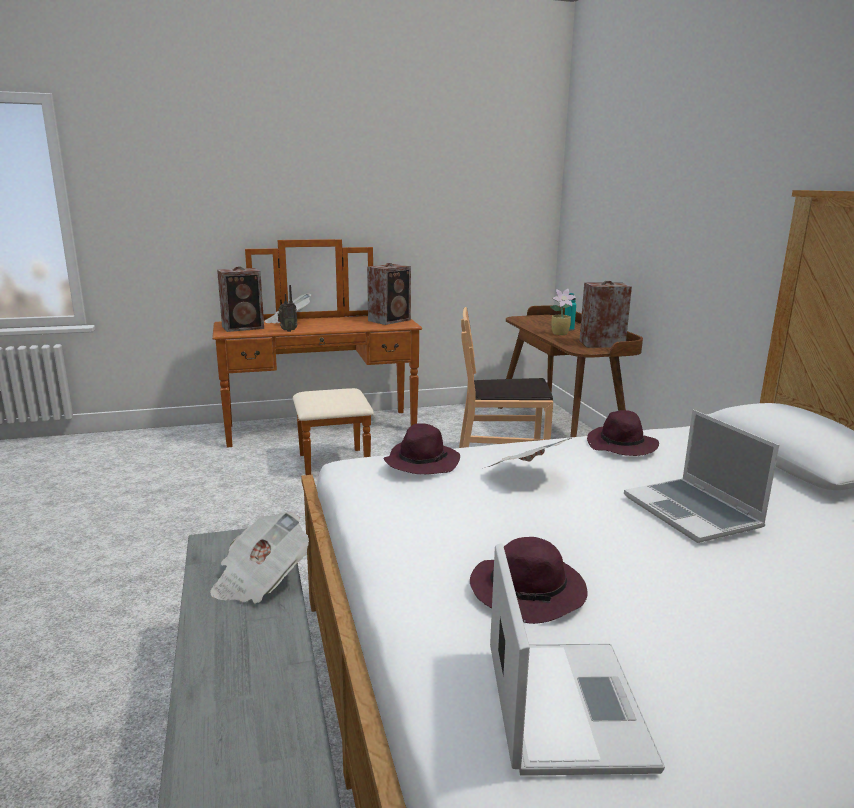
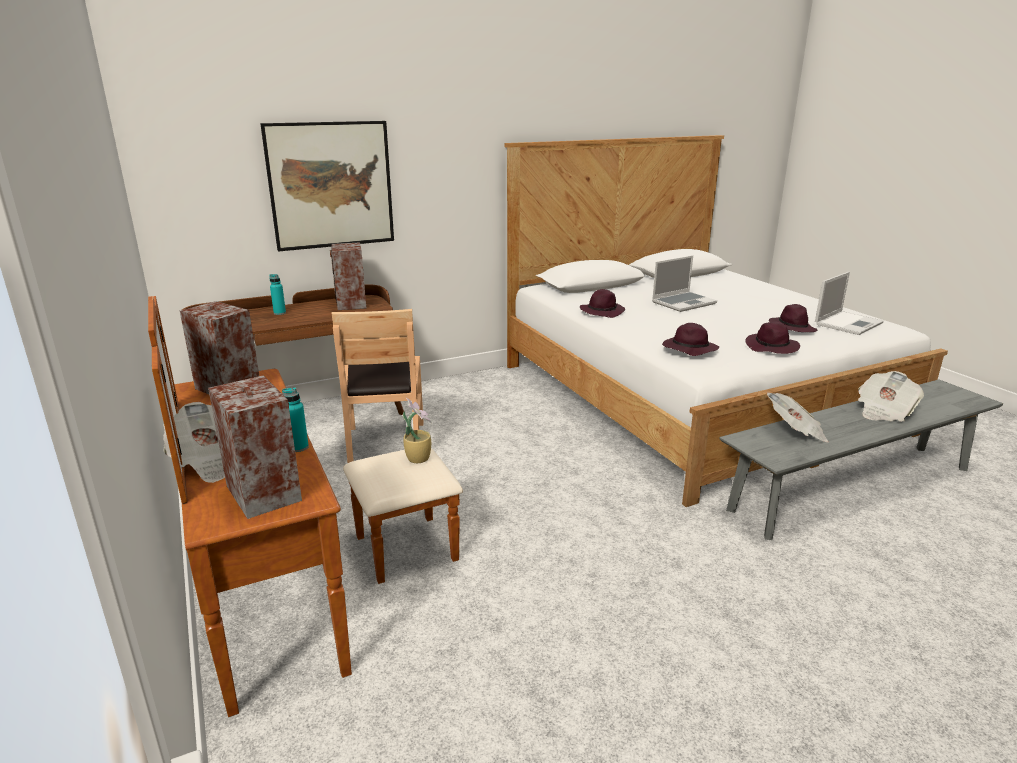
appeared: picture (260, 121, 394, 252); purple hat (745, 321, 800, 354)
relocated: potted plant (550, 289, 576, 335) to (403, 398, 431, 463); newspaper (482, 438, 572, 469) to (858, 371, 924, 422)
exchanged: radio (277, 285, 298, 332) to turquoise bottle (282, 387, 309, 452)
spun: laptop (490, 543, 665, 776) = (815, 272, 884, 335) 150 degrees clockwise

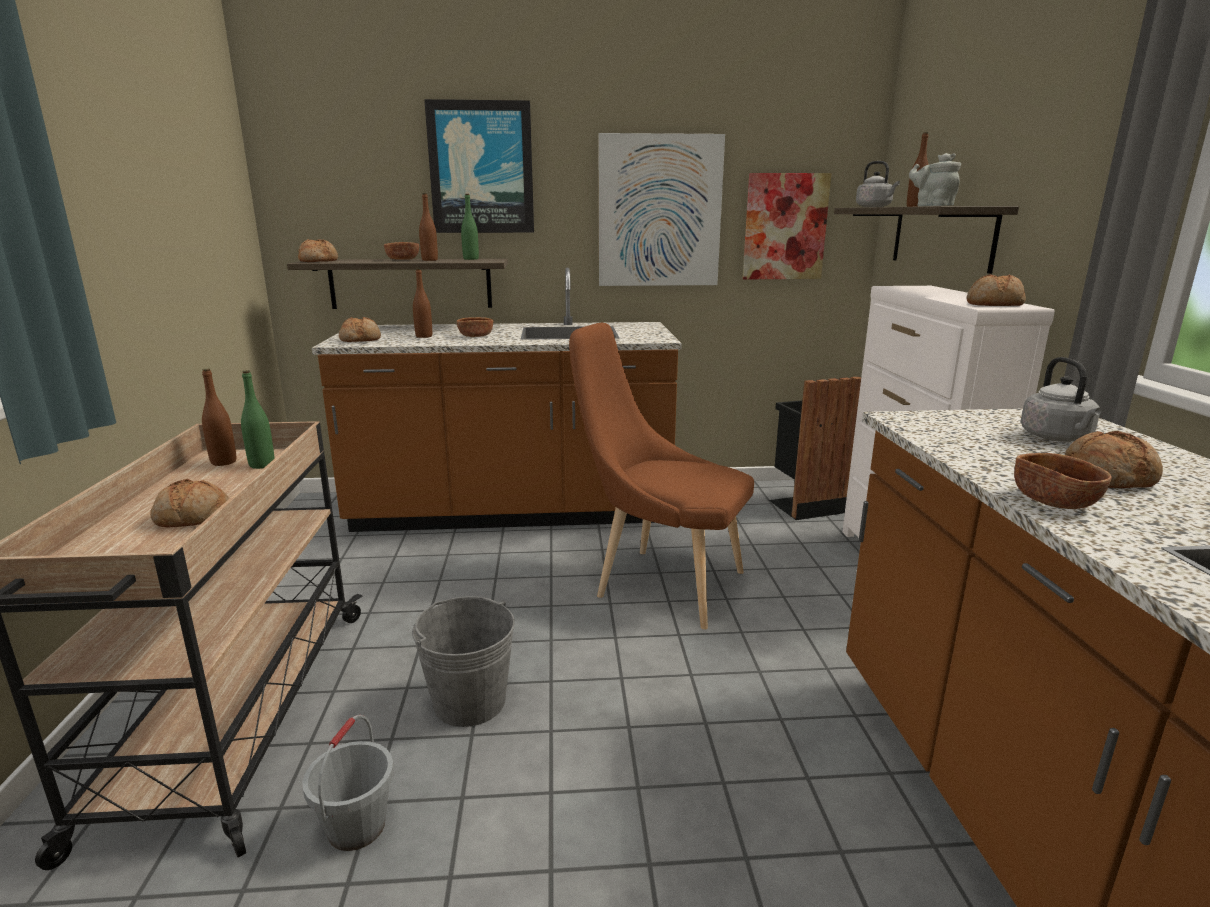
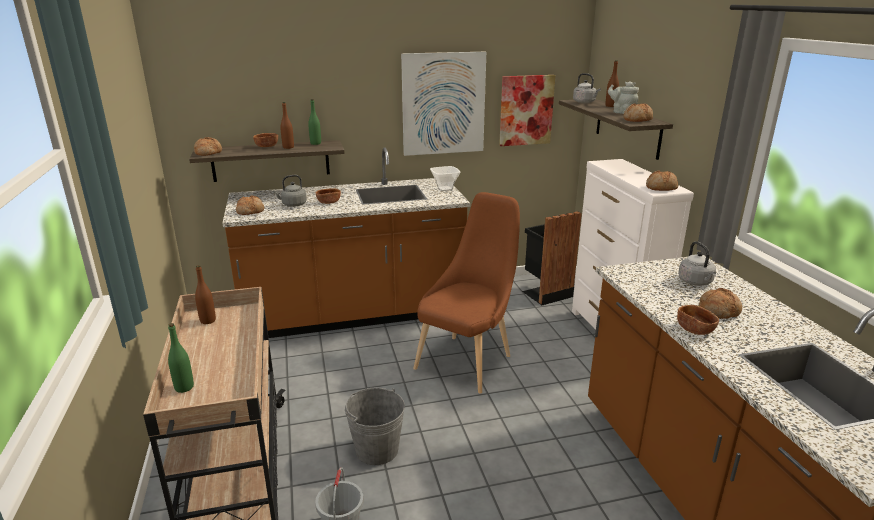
missing: picture (424, 99, 534, 233)
appeared: bowl (430, 166, 460, 191)
relocated: green bottle (241, 370, 275, 469) to (168, 323, 194, 393); bread (150, 479, 230, 527) to (623, 103, 653, 122)
exchanged: brown bottle (413, 269, 432, 338) to grey kettle (273, 175, 307, 207)
spun: brown chair (569, 323, 754, 630) = (413, 192, 520, 394) 105 degrees clockwise

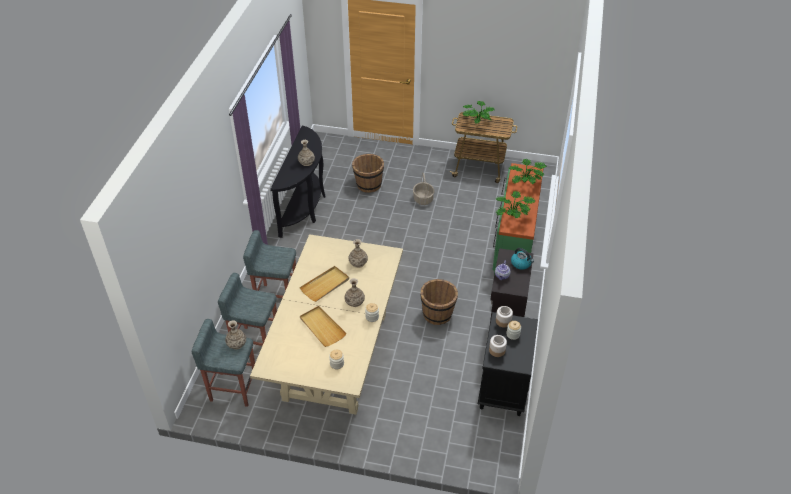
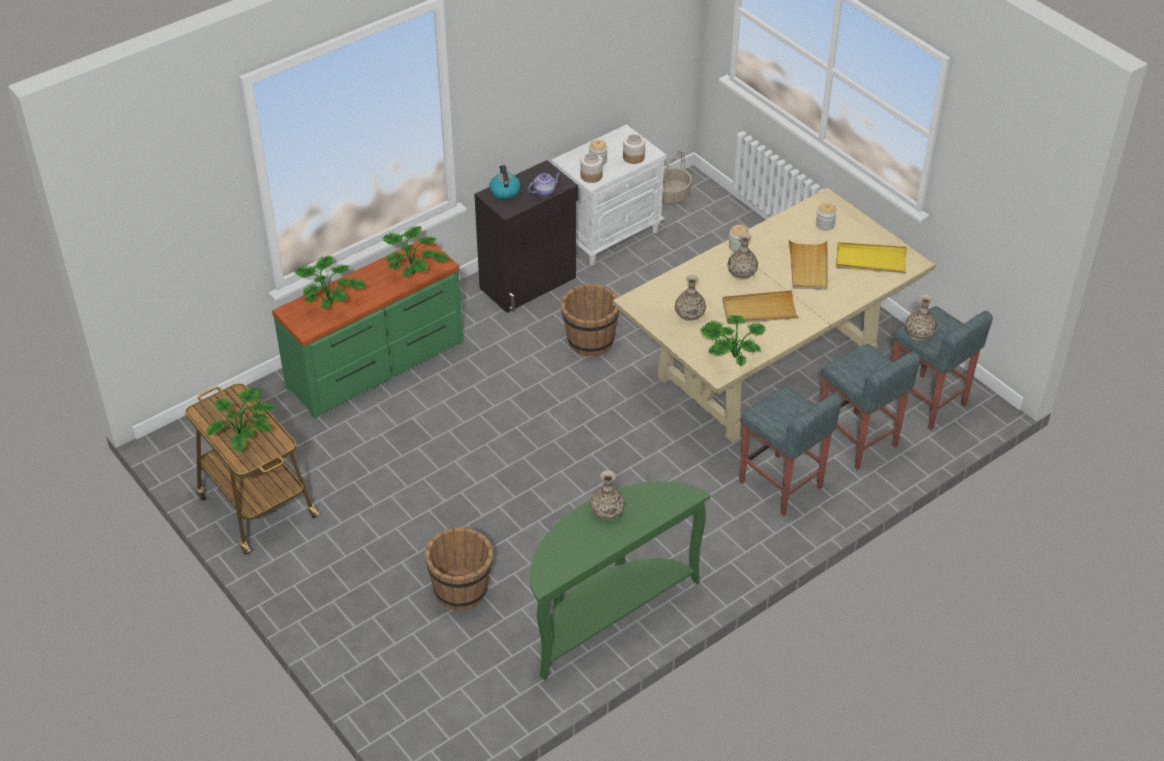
appeared: potted plant (700, 315, 767, 366); yellow tray (836, 242, 907, 273)
relocated: basket (413, 172, 434, 205) to (662, 151, 692, 205)
colour: black console table (270, 126, 325, 238) to green console table (530, 481, 711, 681); black nightstand (478, 312, 538, 416) to white nightstand (552, 124, 666, 265)

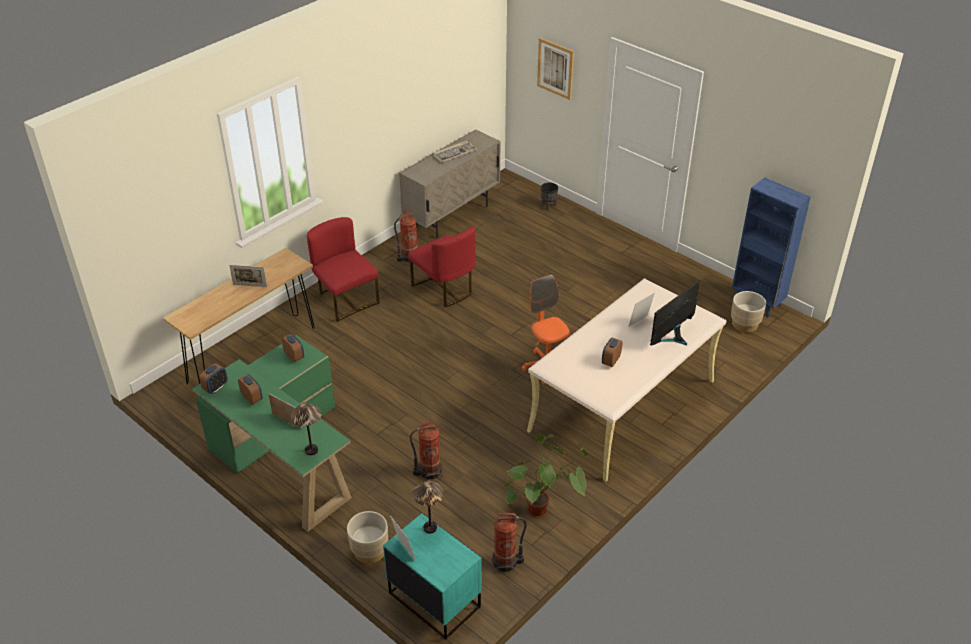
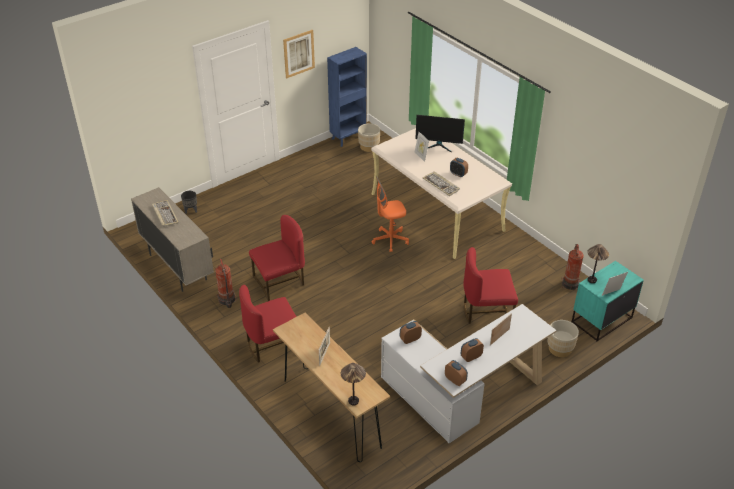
missing: potted plant (505, 434, 588, 518)
appeared: keyboard (423, 171, 460, 196)
relocated: picture (537, 38, 574, 100) to (283, 30, 315, 78); table lamp (291, 402, 321, 455) to (341, 363, 366, 406)
exchanged: fire extinguisher (410, 421, 442, 480) to red chair (463, 247, 518, 324)
colour: green desk (192, 335, 351, 532) to white desk (381, 304, 557, 443)
spun: monitor (650, 281, 700, 346) = (415, 115, 465, 153) 45 degrees counterclockwise

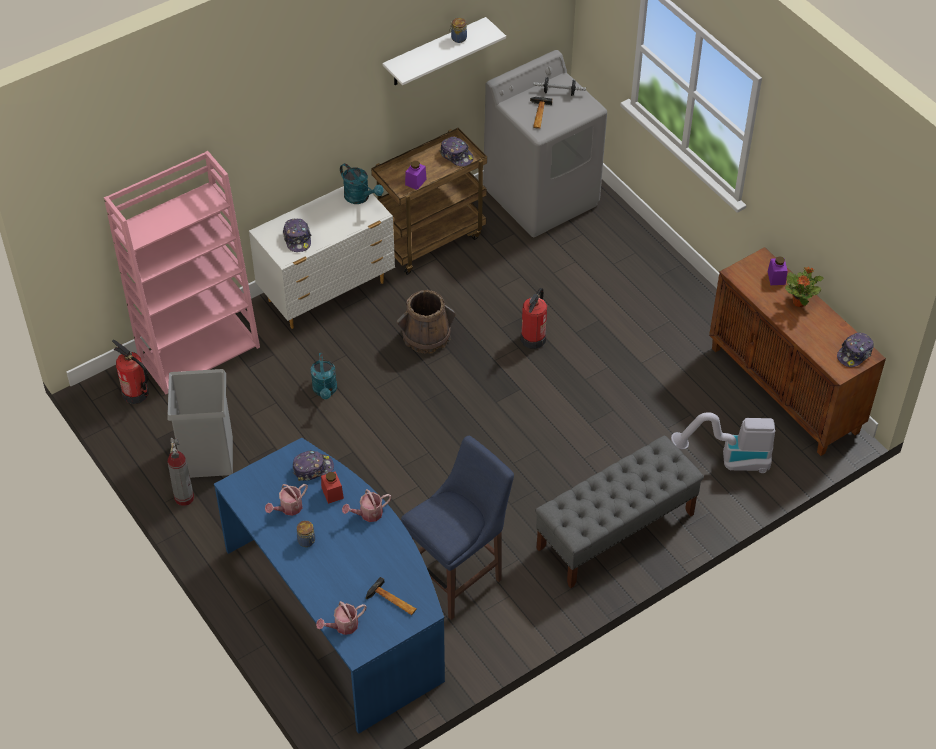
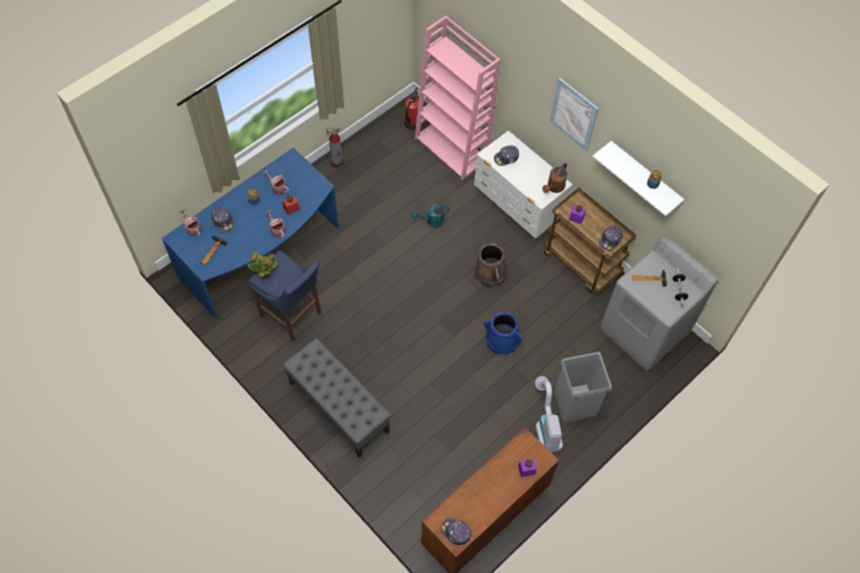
appeared: picture (550, 77, 599, 151)
relocated: cap (293, 450, 334, 481) to (211, 207, 234, 233); potted plant (785, 267, 823, 307) to (248, 252, 278, 277); vacuum cleaner (671, 412, 775, 473) to (535, 376, 563, 452); grey trash can (167, 369, 233, 478) to (554, 352, 612, 423)
exchanged: fire extinguisher (521, 288, 547, 349) to blue bucket (483, 312, 523, 355)
colour: turquoise watering can (340, 163, 384, 204) to brown watering can (542, 163, 567, 193)

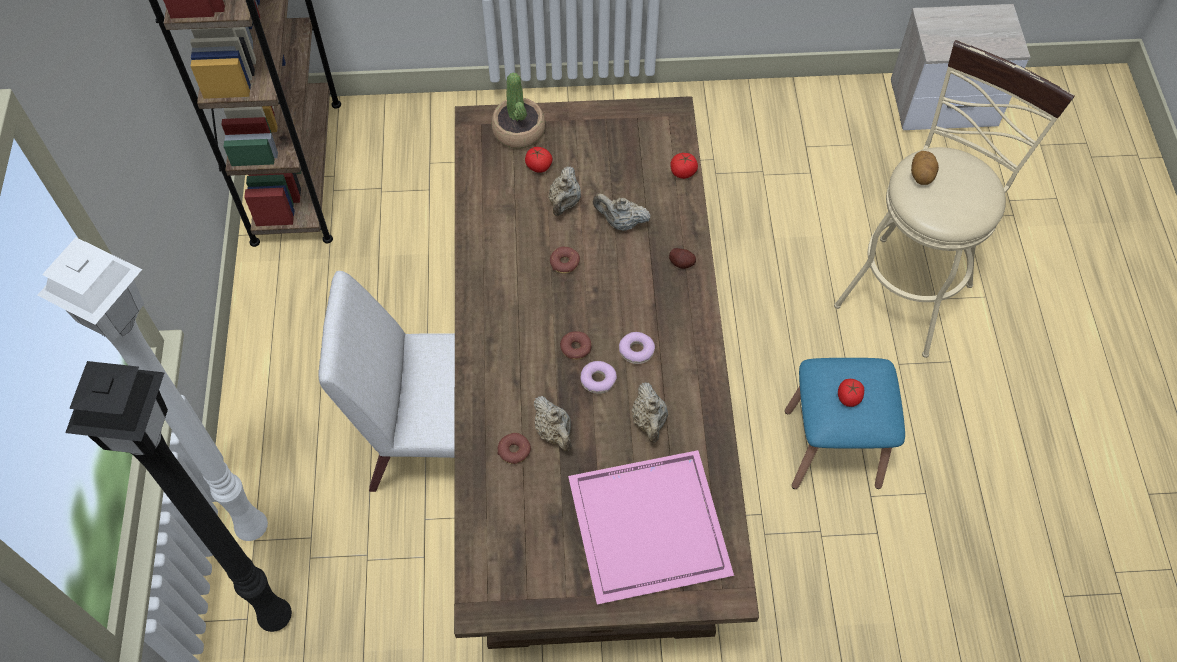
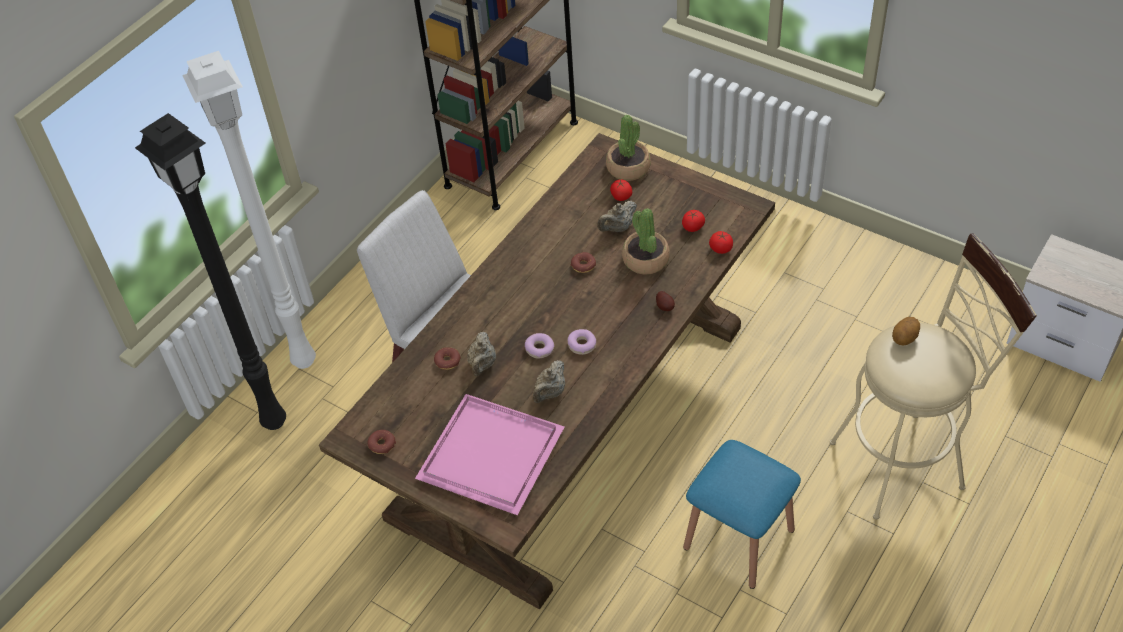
relocated: donut (560, 331, 592, 360) to (367, 430, 396, 454); tomato (838, 379, 864, 407) to (682, 210, 705, 232)
exchanged: beige teapot (593, 193, 651, 231) to potted plant (622, 208, 670, 275)

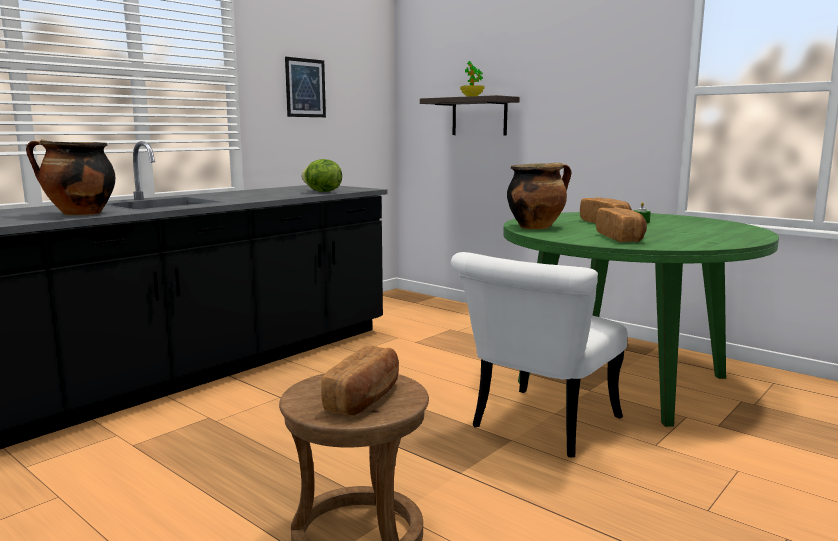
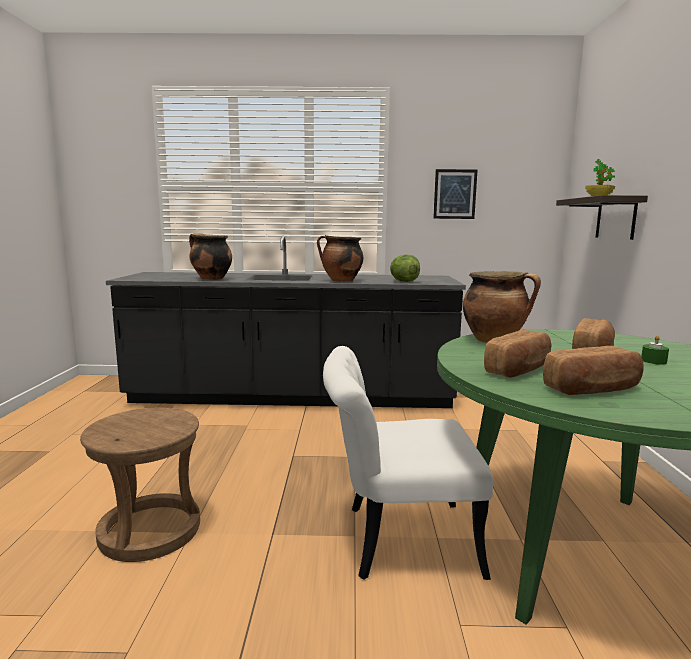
appeared: cooking pot (317, 235, 363, 282)
relocated: bread (321, 346, 399, 415) to (543, 346, 644, 395)

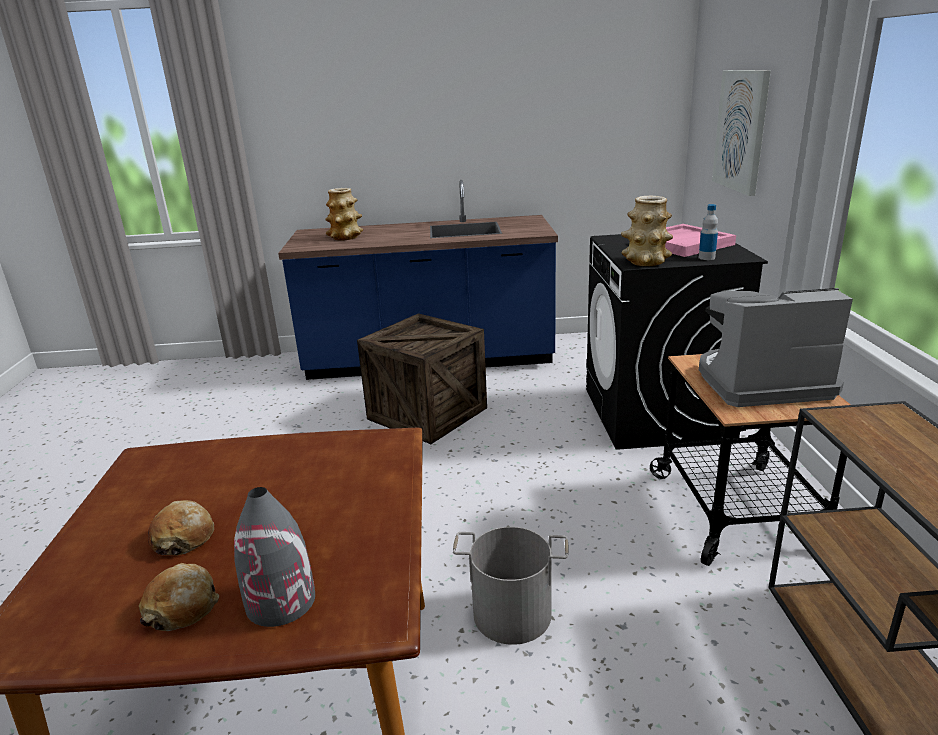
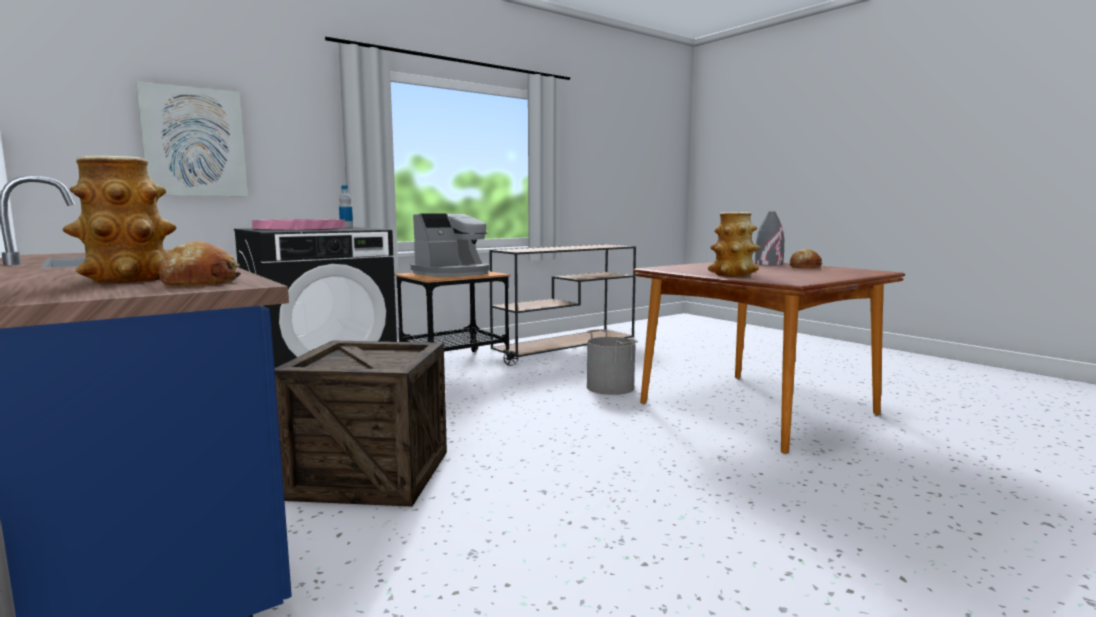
relocated: bread (148, 500, 214, 556) to (159, 241, 241, 286); vase (621, 196, 673, 266) to (708, 212, 761, 277)
spun: coffee machine (699, 288, 853, 407) = (411, 213, 489, 277) 90 degrees counterclockwise

